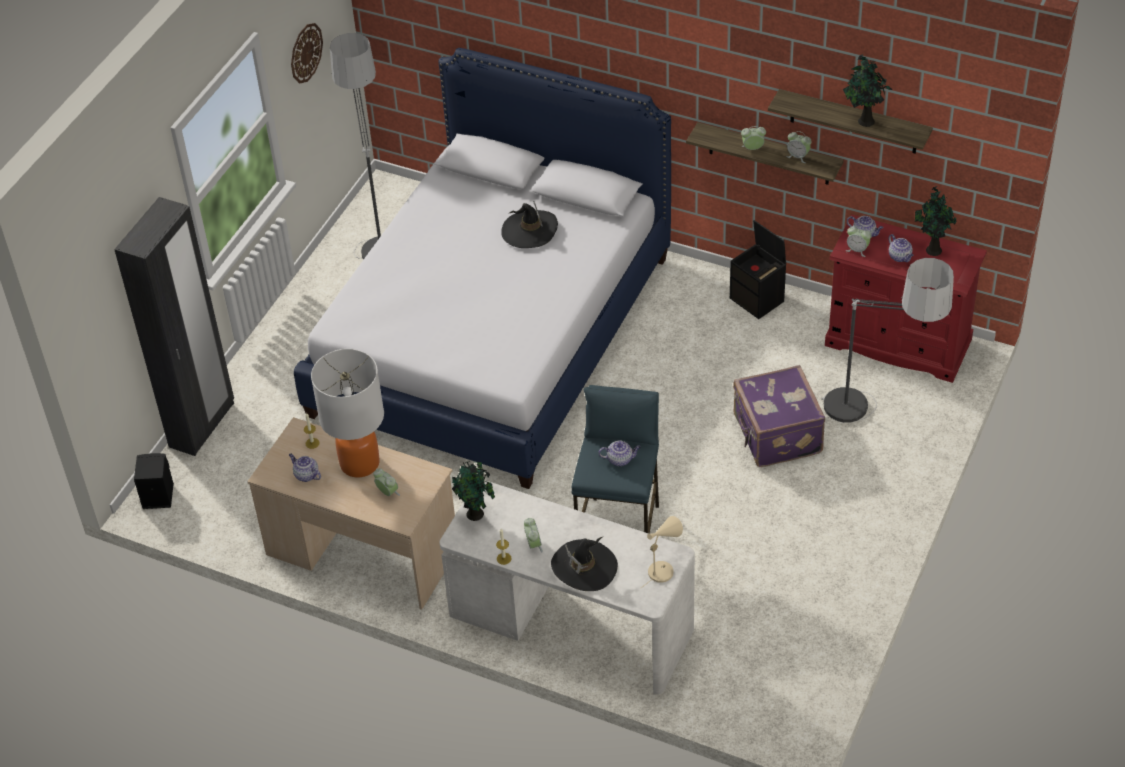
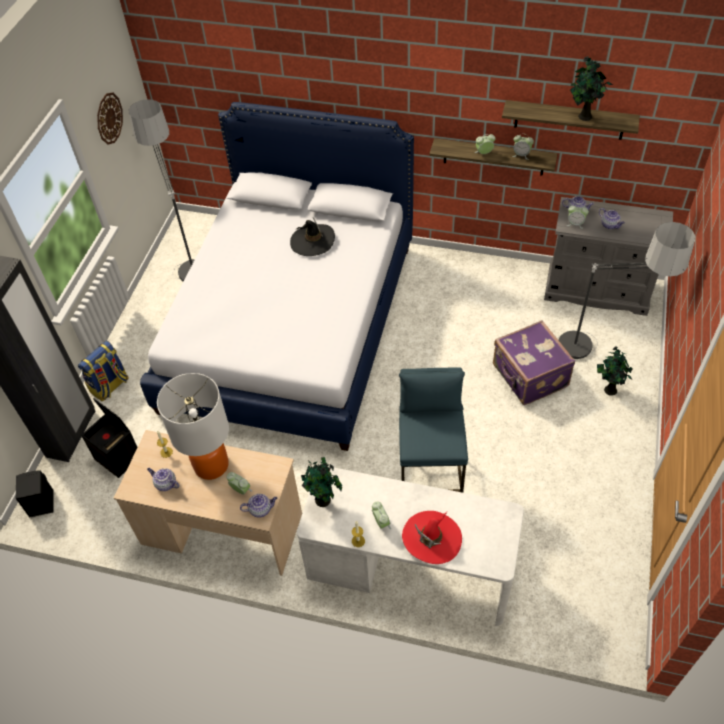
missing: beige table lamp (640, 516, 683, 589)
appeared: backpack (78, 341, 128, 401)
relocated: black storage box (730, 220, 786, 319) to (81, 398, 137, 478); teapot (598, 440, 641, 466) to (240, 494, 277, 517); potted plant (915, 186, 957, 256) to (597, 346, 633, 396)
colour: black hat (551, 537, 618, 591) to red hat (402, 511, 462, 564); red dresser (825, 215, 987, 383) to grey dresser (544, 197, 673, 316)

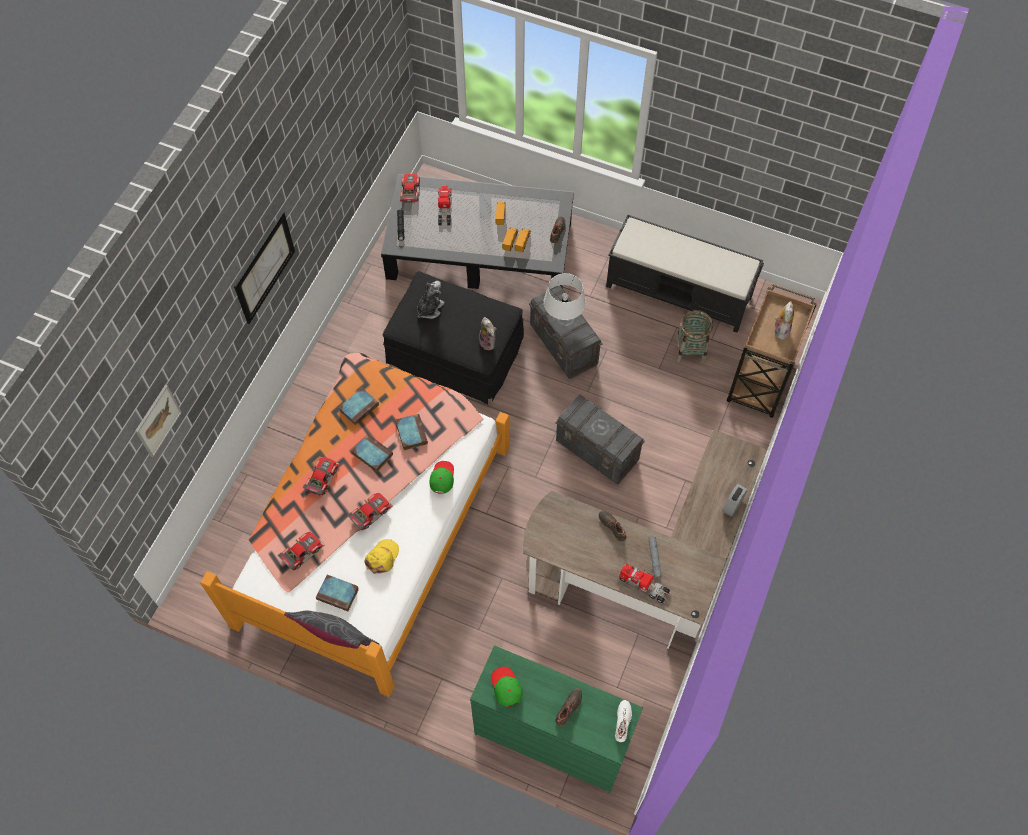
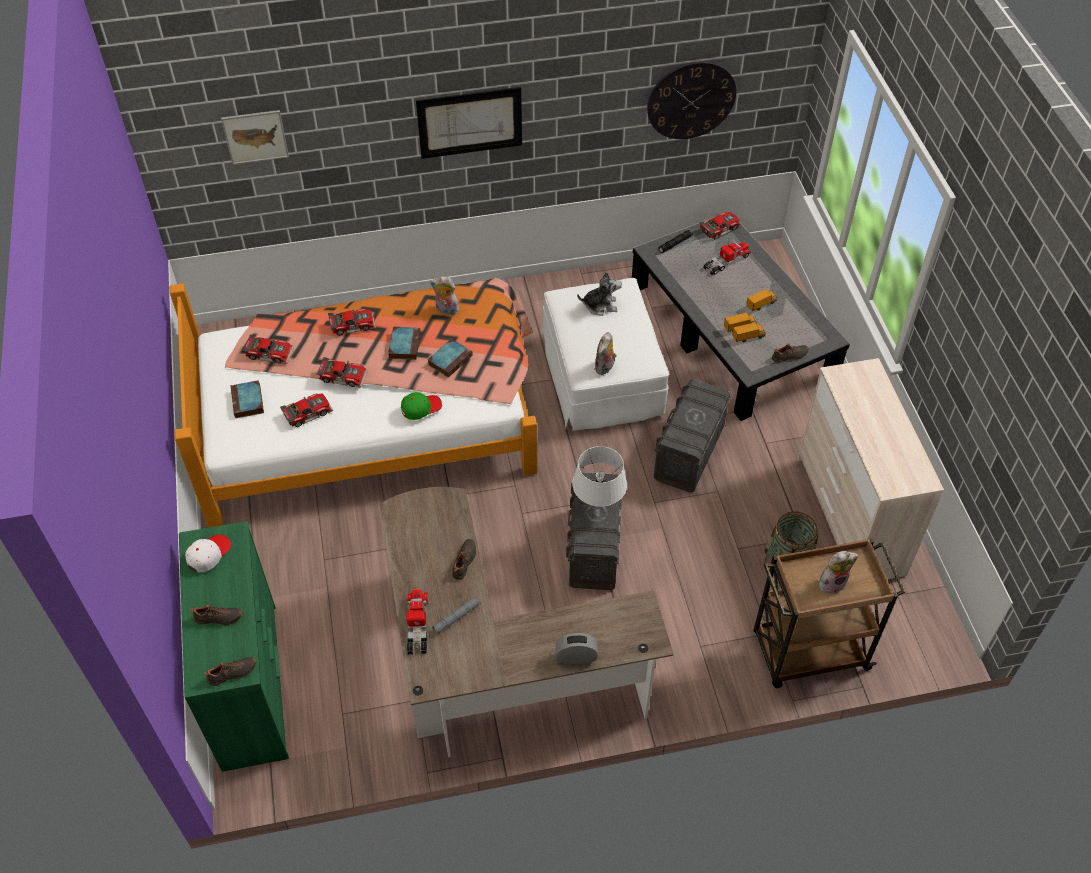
missing: grey pillow (284, 610, 379, 649)
appeared: wall clock (647, 61, 736, 139)
relocated: white table lamp (544, 273, 586, 320) to (573, 446, 627, 507)
exchanged: yellow cap (364, 539, 399, 574) to toy car (280, 393, 333, 427); book (338, 388, 379, 425) to plush toy (430, 276, 459, 315); black bench (606, 215, 764, 333) to beige dresser (797, 358, 944, 579)
colour: green cap (491, 667, 523, 707) to white cap (185, 534, 231, 572); white shoe (615, 700, 632, 742) to black shoe (203, 657, 256, 686); black ottoman (383, 271, 524, 405) to white ottoman (542, 278, 669, 431)

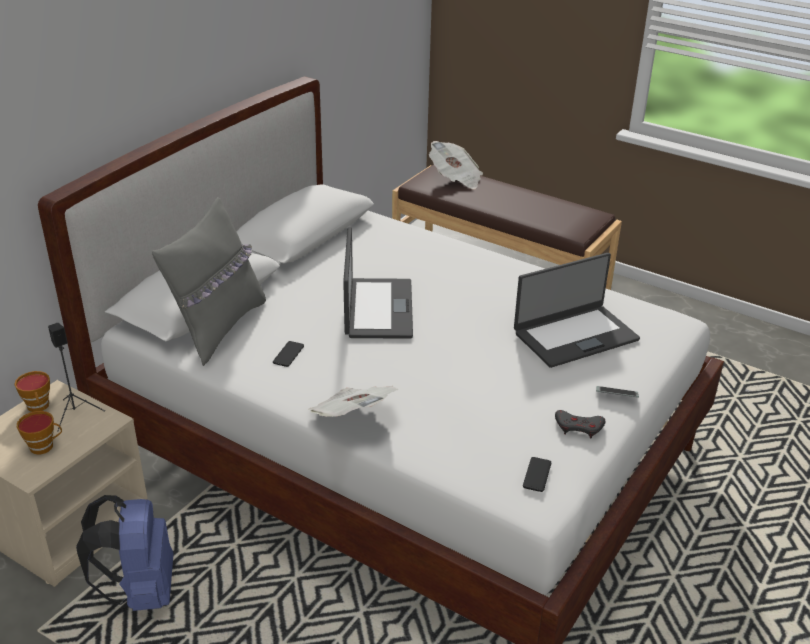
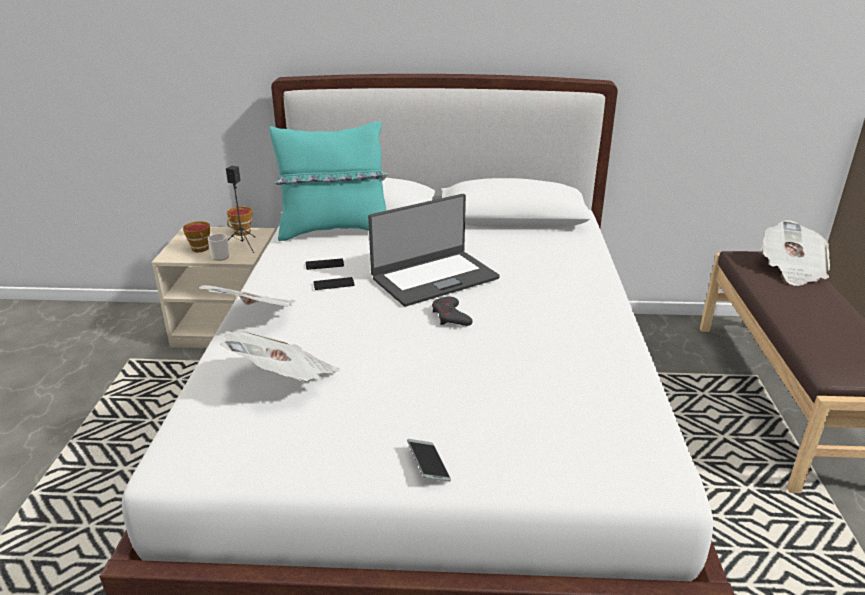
missing: blue backpack (76, 495, 173, 611); laptop (514, 253, 640, 368)
appeared: mug (208, 234, 229, 261); newspaper (220, 330, 340, 382)
relocated: phone (523, 457, 551, 492) to (314, 277, 355, 290); grey game controller (555, 410, 605, 438) to (432, 297, 473, 326)
colour: grey pillow (152, 197, 266, 366) to turquoise pillow (269, 122, 388, 241)

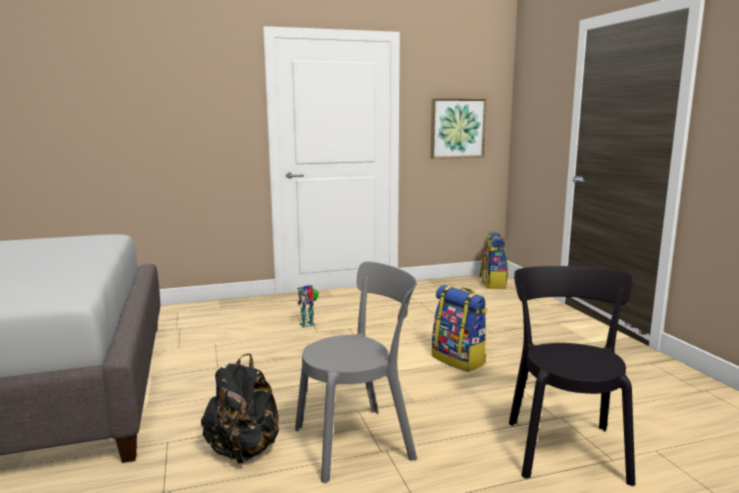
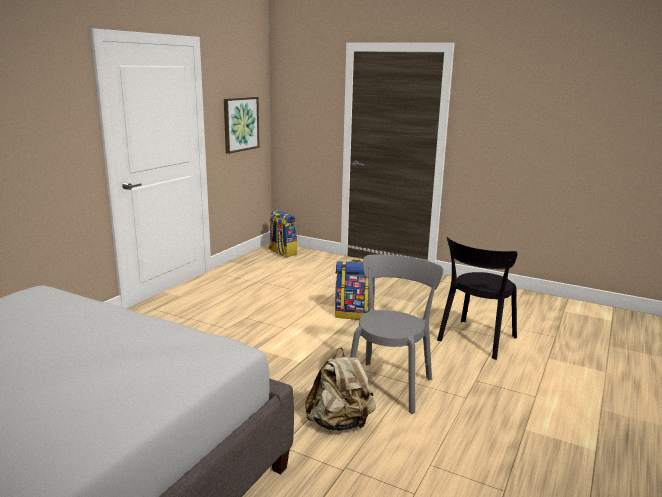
missing: toy robot (297, 285, 319, 328)
colour: black backpack (201, 354, 279, 463) to beige backpack (305, 347, 376, 431)
spun: black chair (509, 266, 635, 486) = (437, 237, 517, 360) 105 degrees counterclockwise

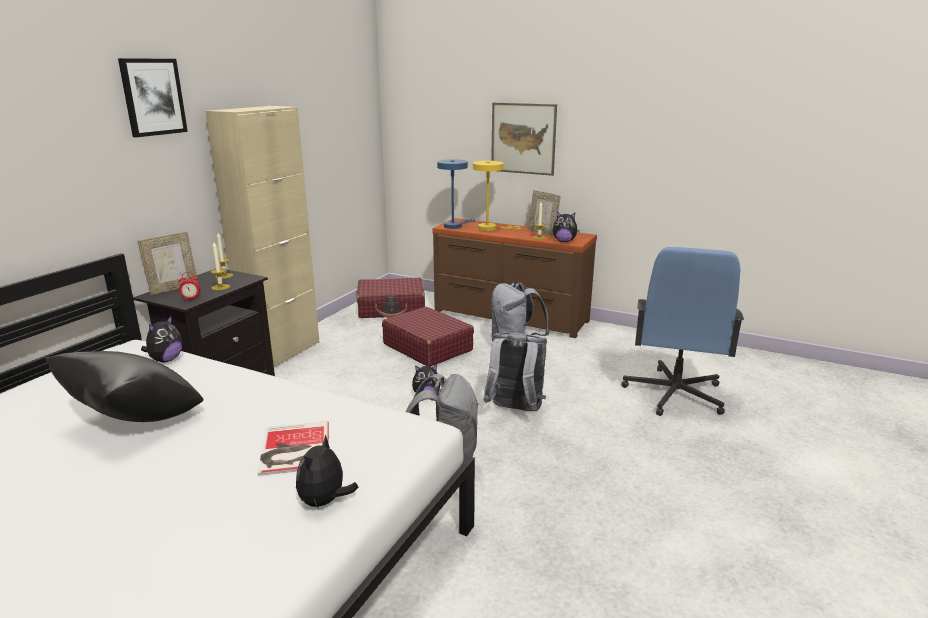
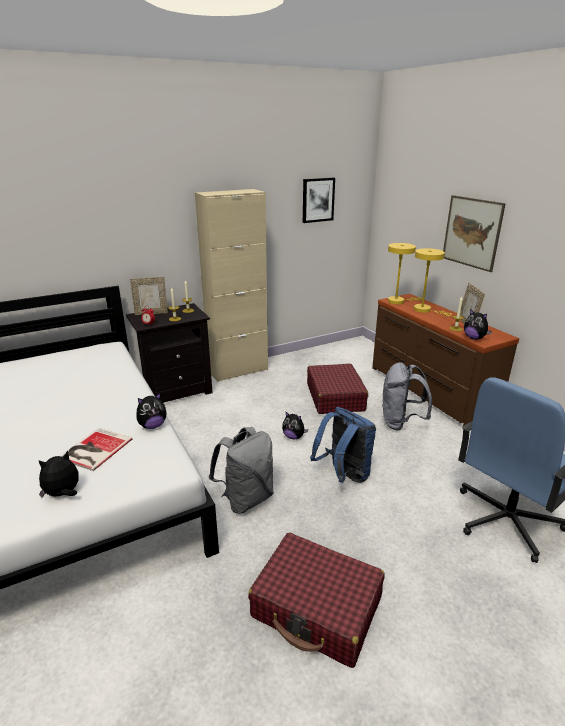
missing: black pillow (45, 351, 204, 422)
relocated: plush toy (141, 315, 182, 362) to (137, 393, 167, 429); red suitcase (357, 278, 425, 318) to (248, 533, 385, 668); picture (118, 58, 188, 137) to (303, 177, 335, 223)
colour: grey backpack (483, 333, 547, 411) to blue backpack (310, 407, 376, 483); blue table lamp (437, 159, 476, 229) to yellow table lamp (388, 243, 422, 304)

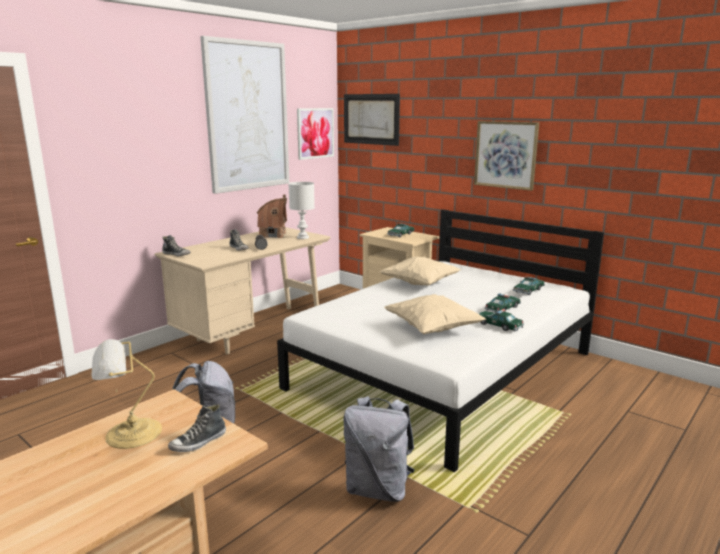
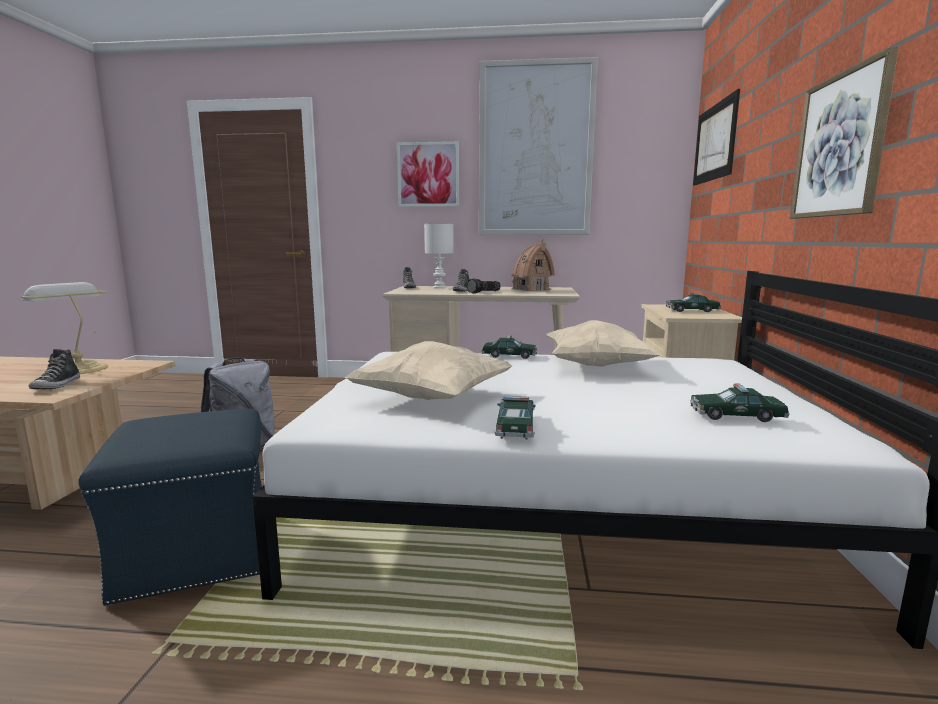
relocated: picture (297, 108, 334, 160) to (397, 141, 459, 207); white table lamp (288, 182, 315, 239) to (424, 224, 454, 289); toy car (484, 293, 521, 312) to (482, 335, 537, 359)
exchanged: grey backpack (343, 396, 415, 502) to blue ottoman (78, 409, 262, 605)
spun: shoe (168, 404, 226, 452) = (29, 349, 80, 390) 105 degrees counterclockwise

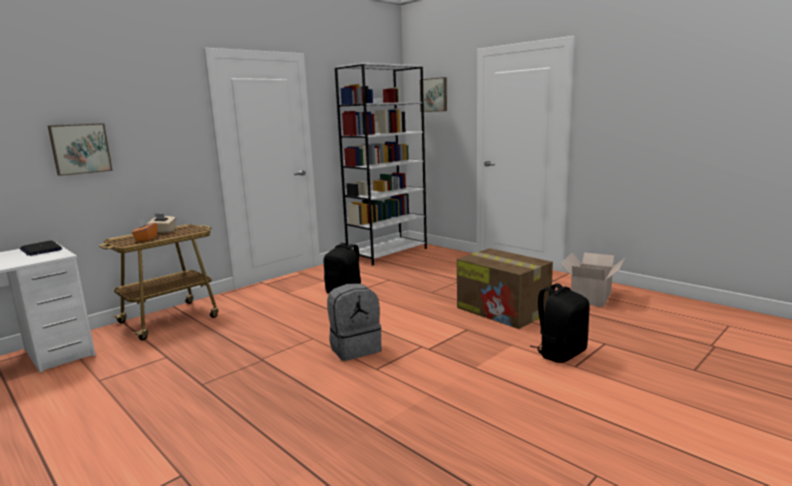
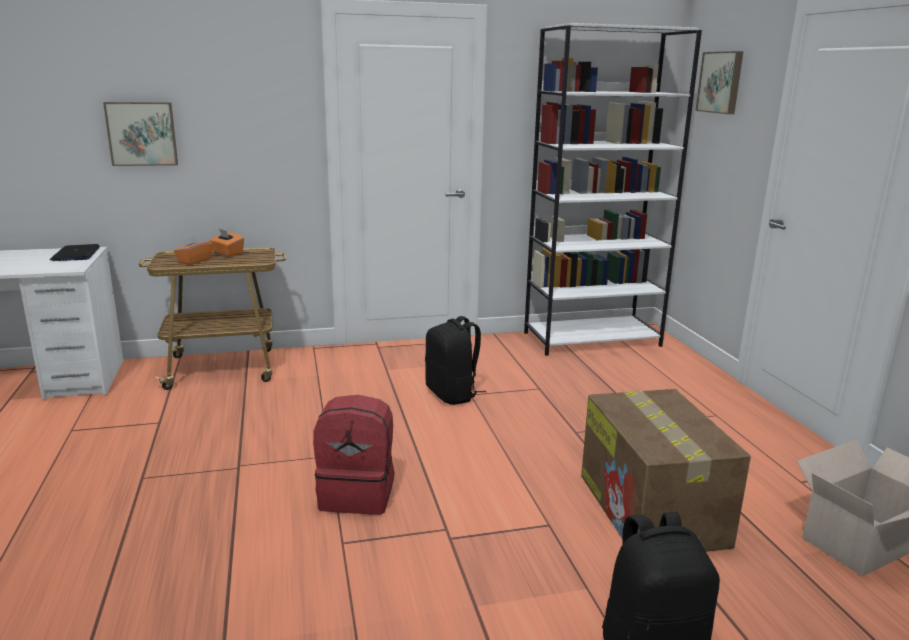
colour: beige tissue box (147, 214, 176, 233) to orange tissue box (209, 229, 244, 257); grey backpack (327, 283, 381, 361) to red backpack (313, 395, 394, 515)

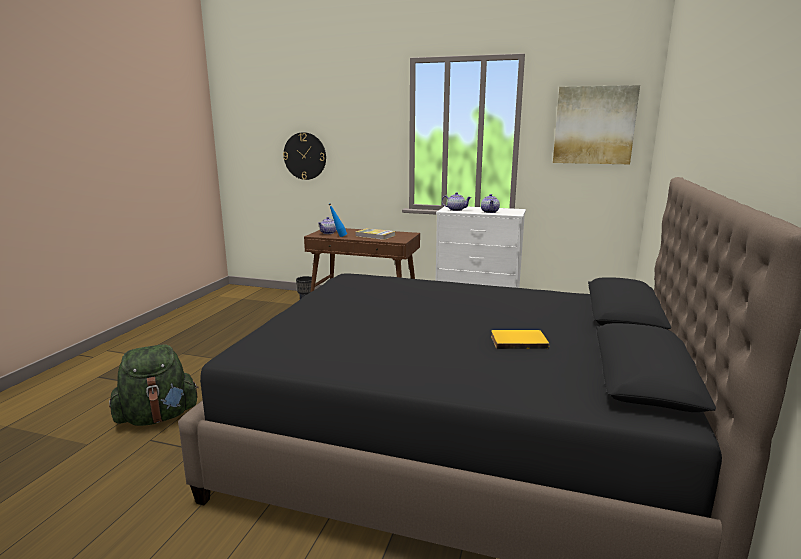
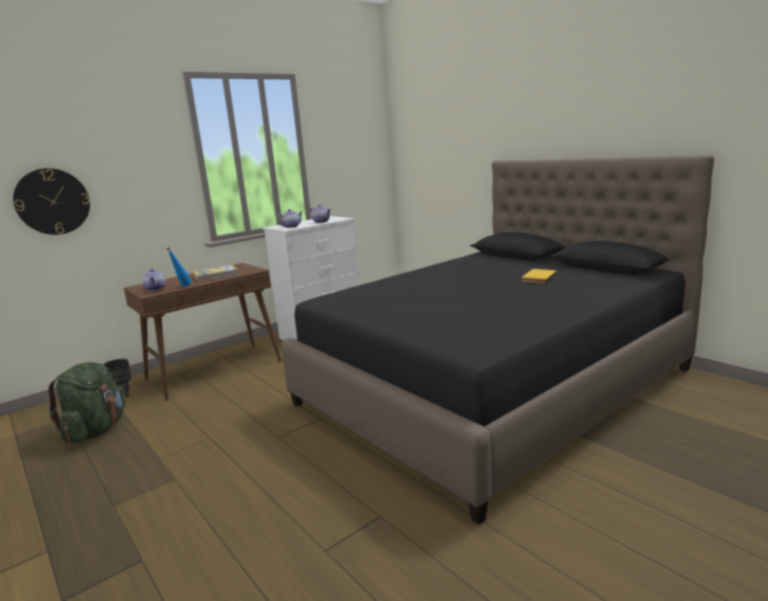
missing: picture (553, 85, 640, 164)
relocated: green backpack (109, 344, 199, 426) to (48, 362, 125, 444)

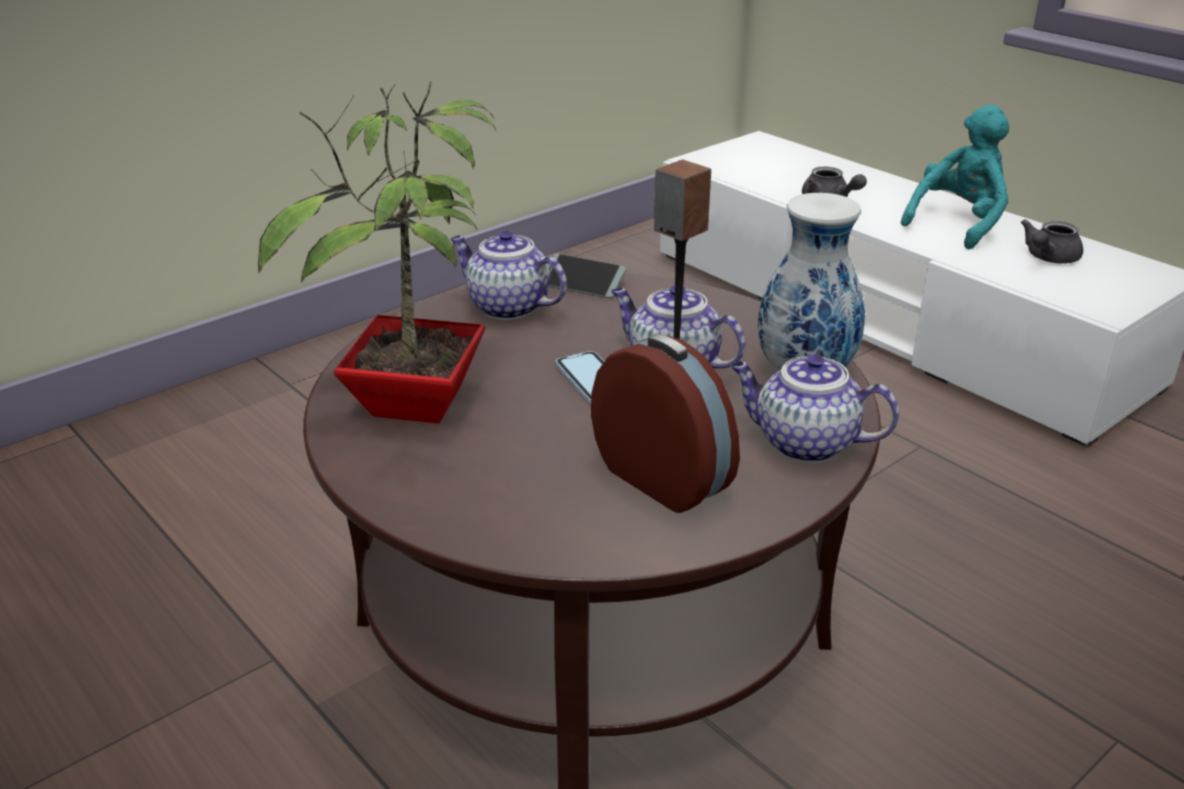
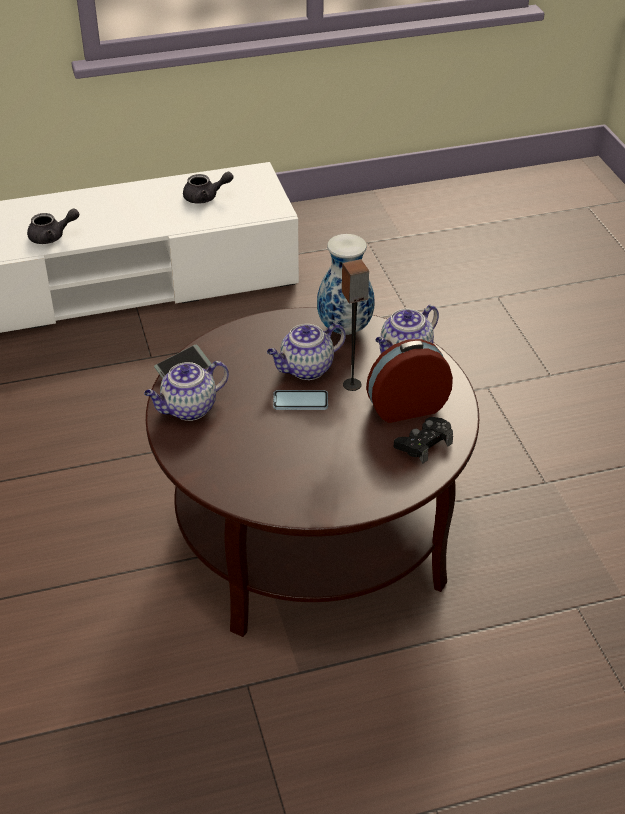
missing: potted plant (258, 81, 497, 424); turquoise plush toy (901, 104, 1009, 249)
appeared: black game controller (394, 417, 453, 464)
spun: grey teapot (1021, 219, 1083, 263) = (183, 172, 234, 204) 75 degrees counterclockwise

